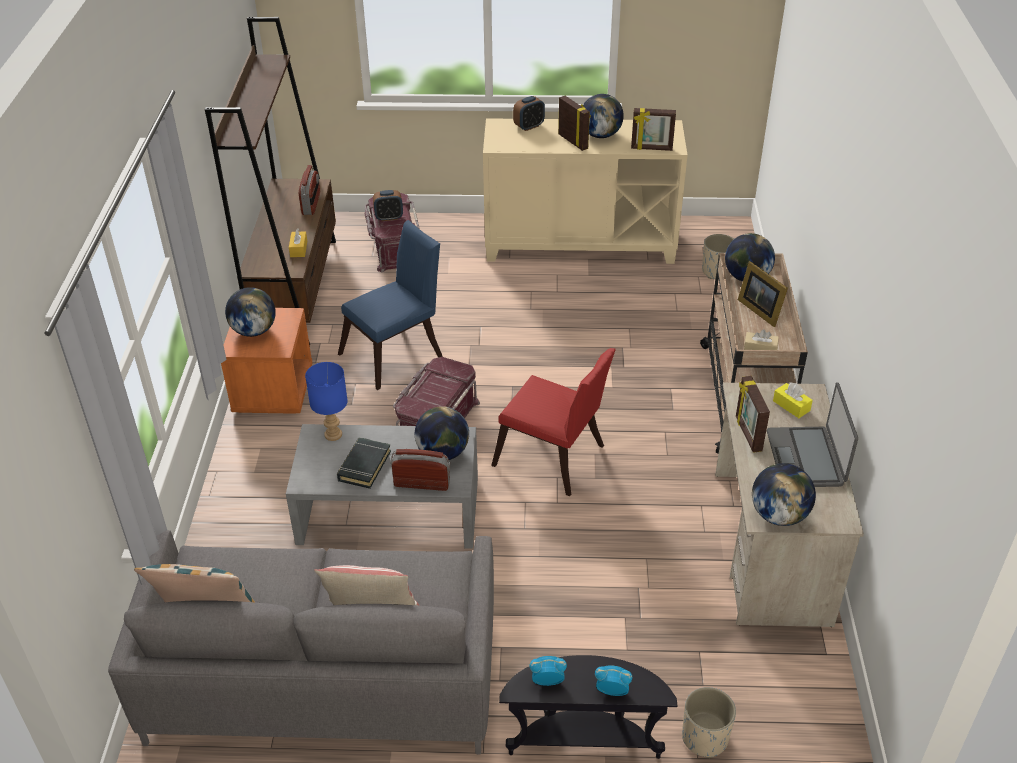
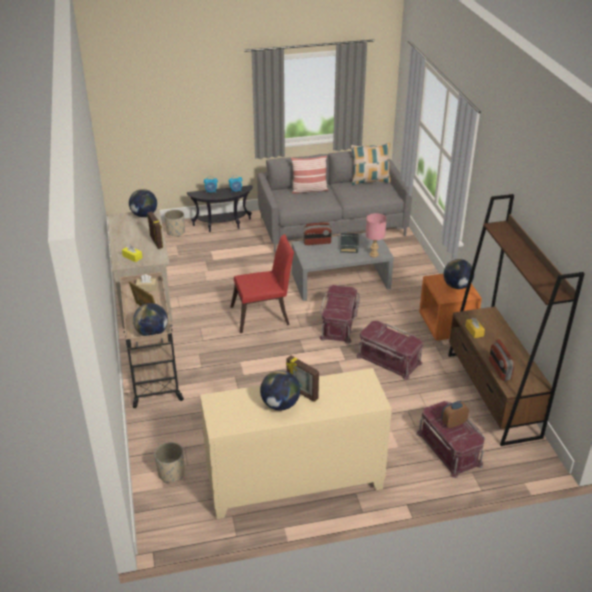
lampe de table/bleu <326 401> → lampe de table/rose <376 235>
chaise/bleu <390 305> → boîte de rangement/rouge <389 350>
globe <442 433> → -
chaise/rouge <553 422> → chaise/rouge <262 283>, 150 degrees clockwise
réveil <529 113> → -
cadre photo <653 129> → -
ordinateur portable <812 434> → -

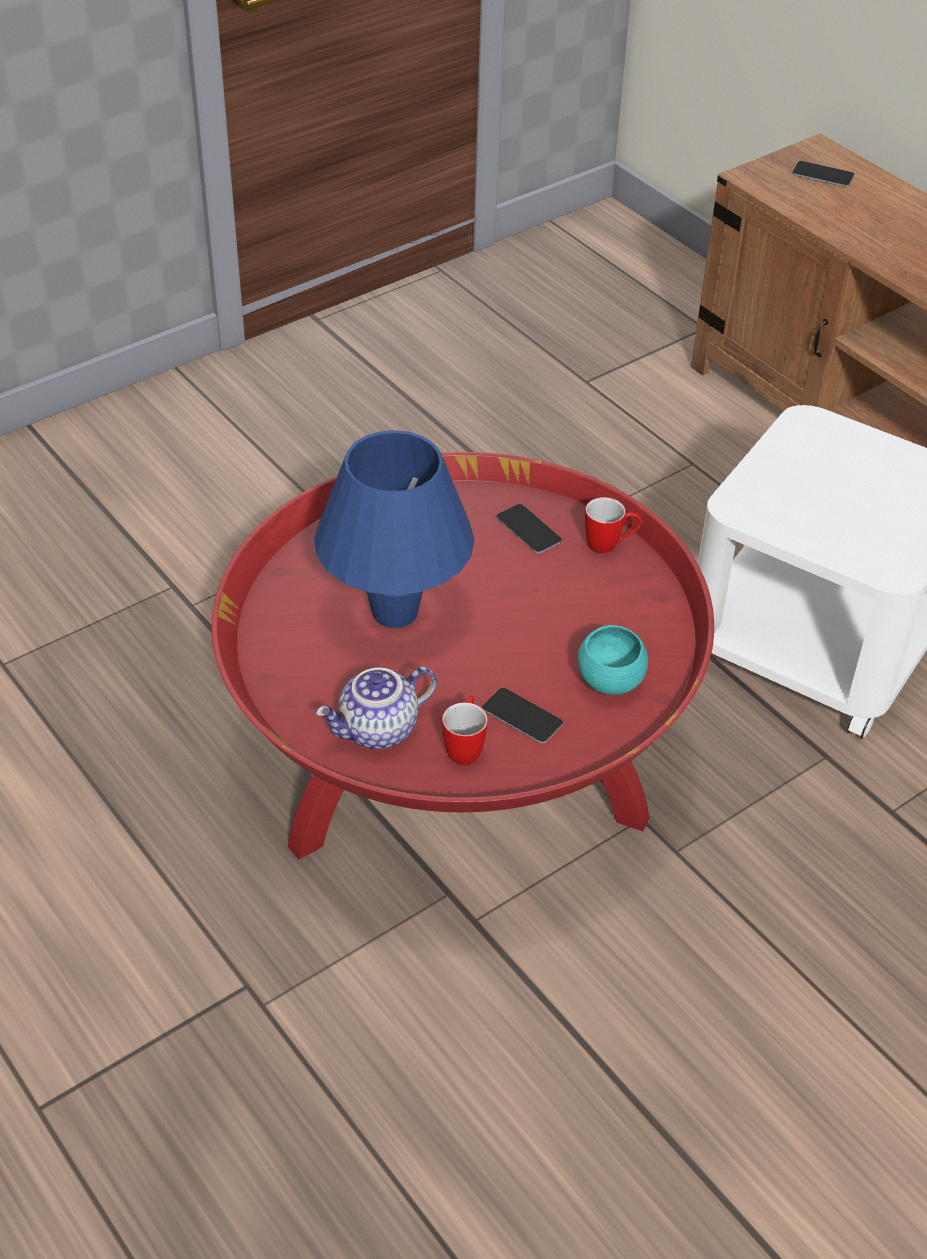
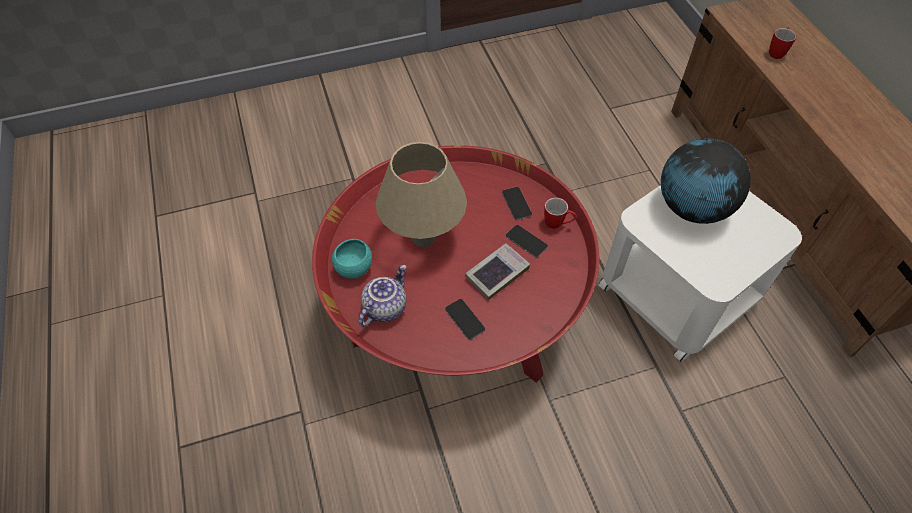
lampe de table/bleu <394 529> → lampe de table/beige <421 194>
théière <376 707> → théière <382 296>, 135 degrees clockwise
mug <465 730> → mug <782 43>, shifted
bol/turquoise <613 660> → bol/turquoise <352 259>, shifted
téléphone <823 174> → téléphone <527 241>, shifted
- → livre <497 271>
- → globe <706 181>

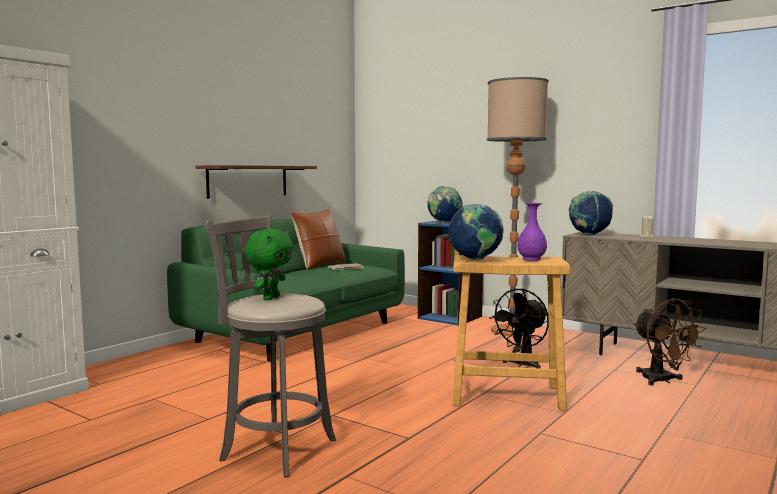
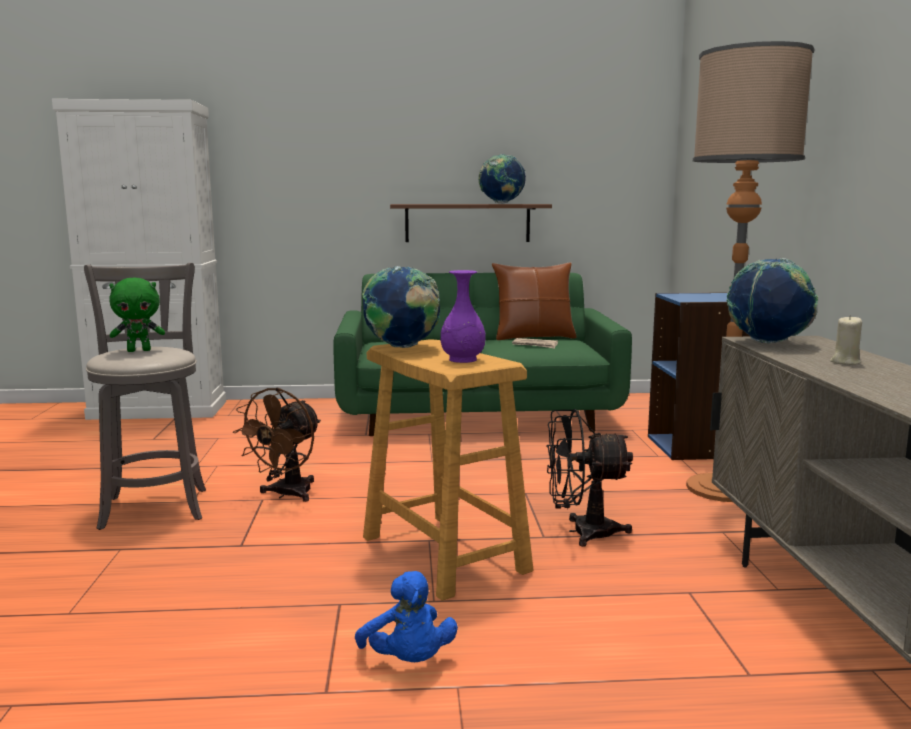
globe <445 204> → globe <502 179>, shifted
ventilateur/marron <670 342> → ventilateur/marron <277 445>, shifted
- → peluche/bleu <406 616>

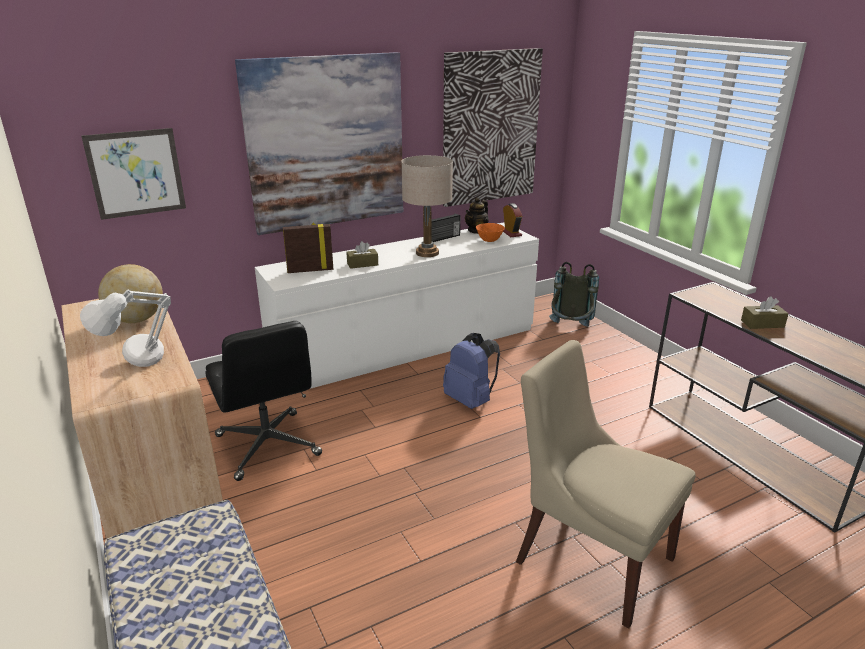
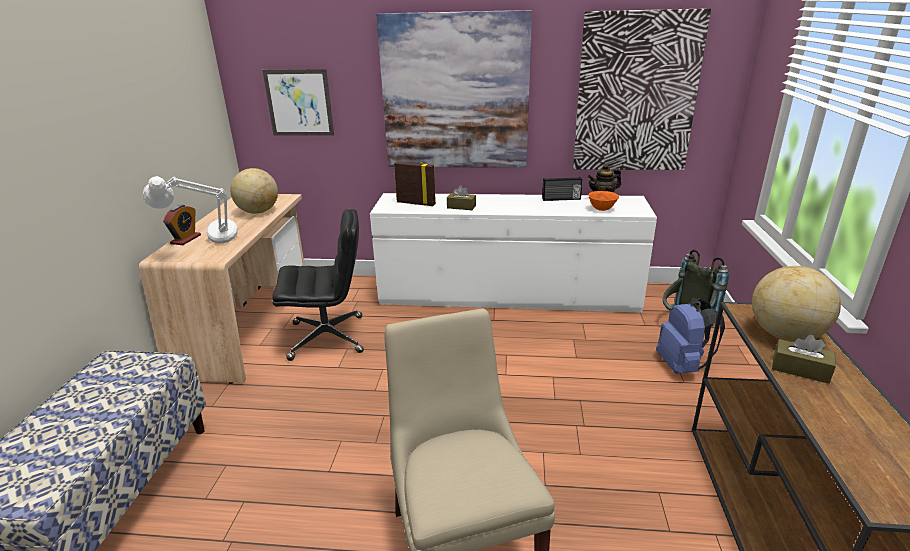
chaise de bureau/noir <264 401> → chaise de bureau/noir <318 285>, 105 degrees counterclockwise
lampe de table/beige <427 206> → -
sac à dos/bleu <471 371> → sac à dos/bleu <690 336>, shifted
réveil <512 220> → réveil <182 225>, shifted
- → globe <796 304>

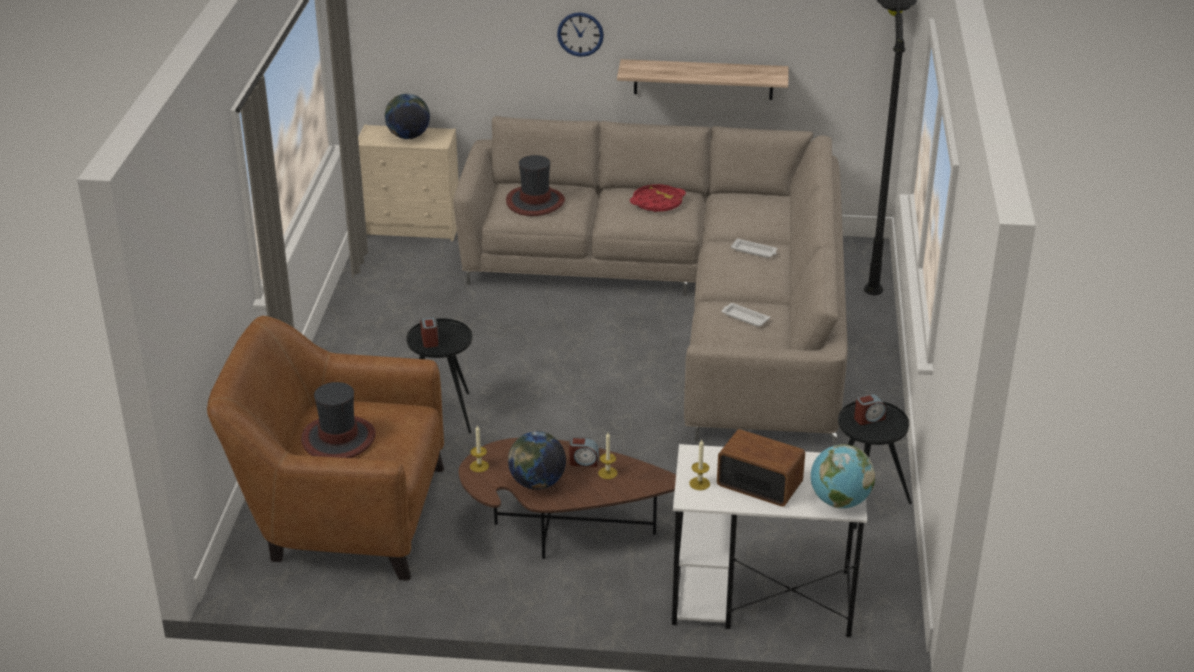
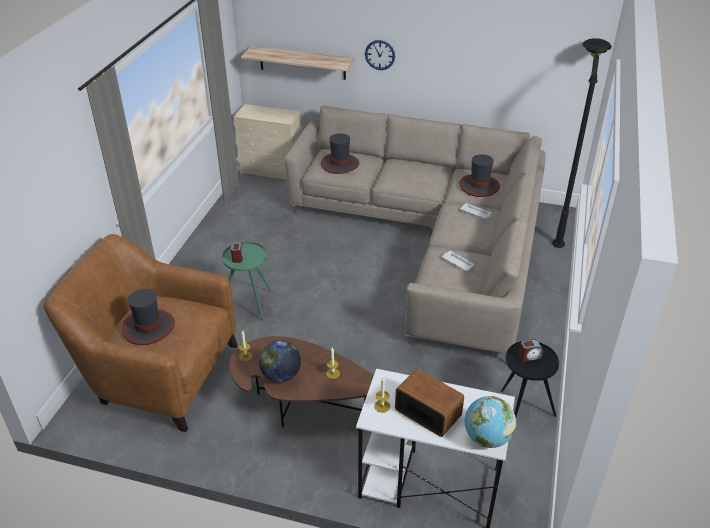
globe <407 116> → -
table d'appoint/noir <439 376> → table d'appoint/vert <246 281>
réveil <584 452> → -
étagère <703 79> → étagère <297 63>, shifted
plateau/rouge <658 198> → -
- → chapeau <480 175>

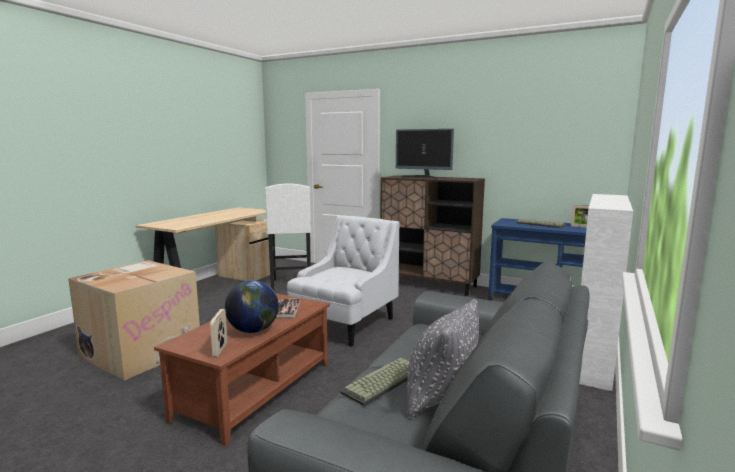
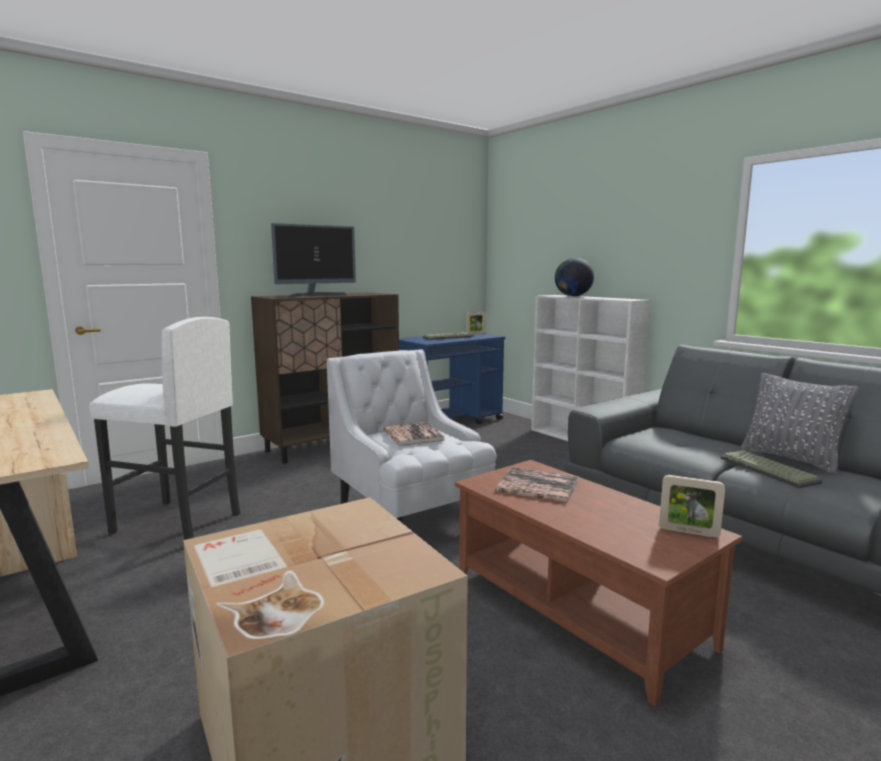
globe <252 306> → globe <574 277>, shifted
- → livre <414 434>

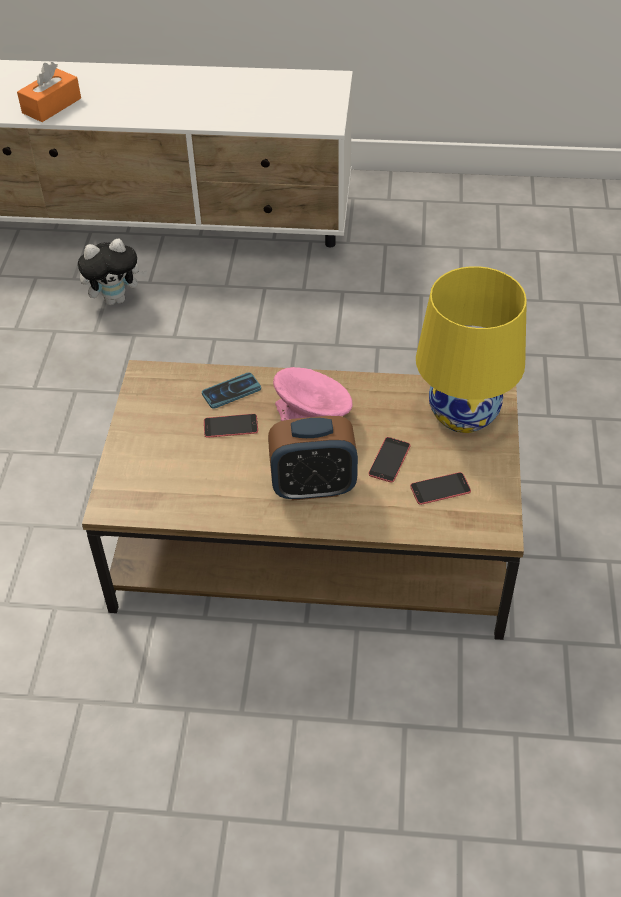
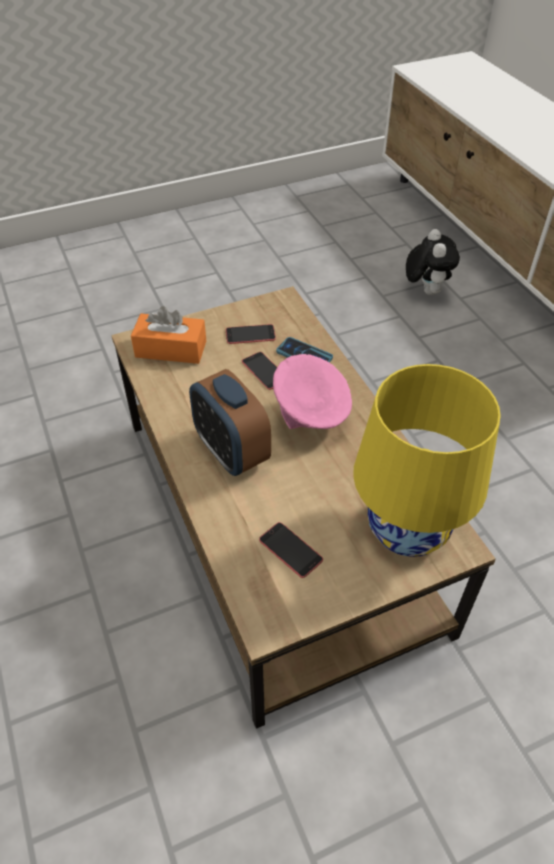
boîte à mouchoirs/orange <49 92> → boîte à mouchoirs/orange <168 335>, shifted
peluche <112 272> → peluche <433 262>, 135 degrees counterclockwise
téléphone <389 459> → téléphone <251 334>, shifted

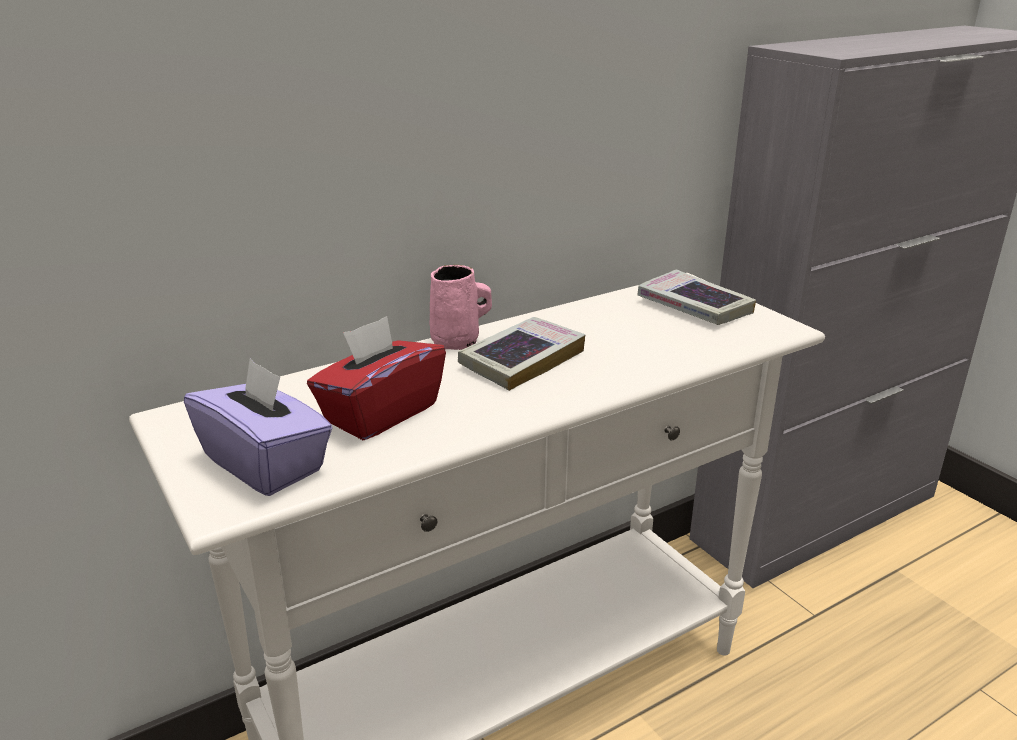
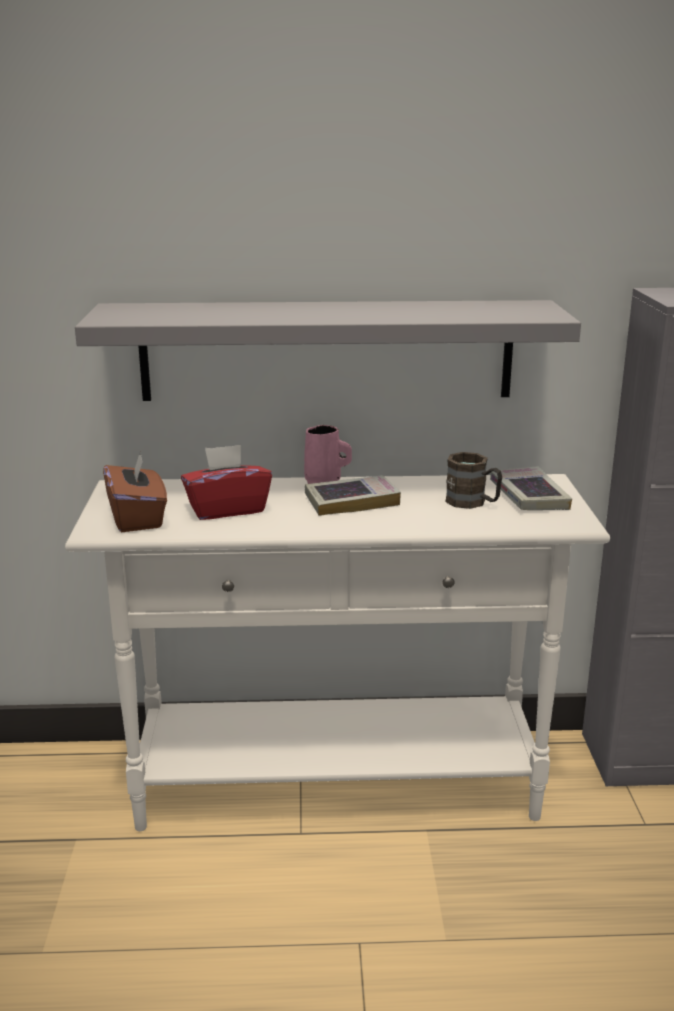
boîte à mouchoirs/violet <258 427> → boîte à mouchoirs/marron <135 491>
- → étagère/gris <328 350>
- → mug/marron <473 480>

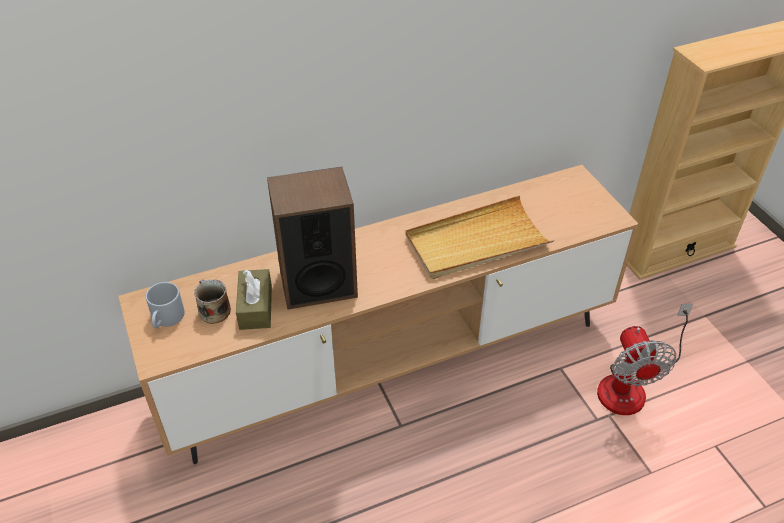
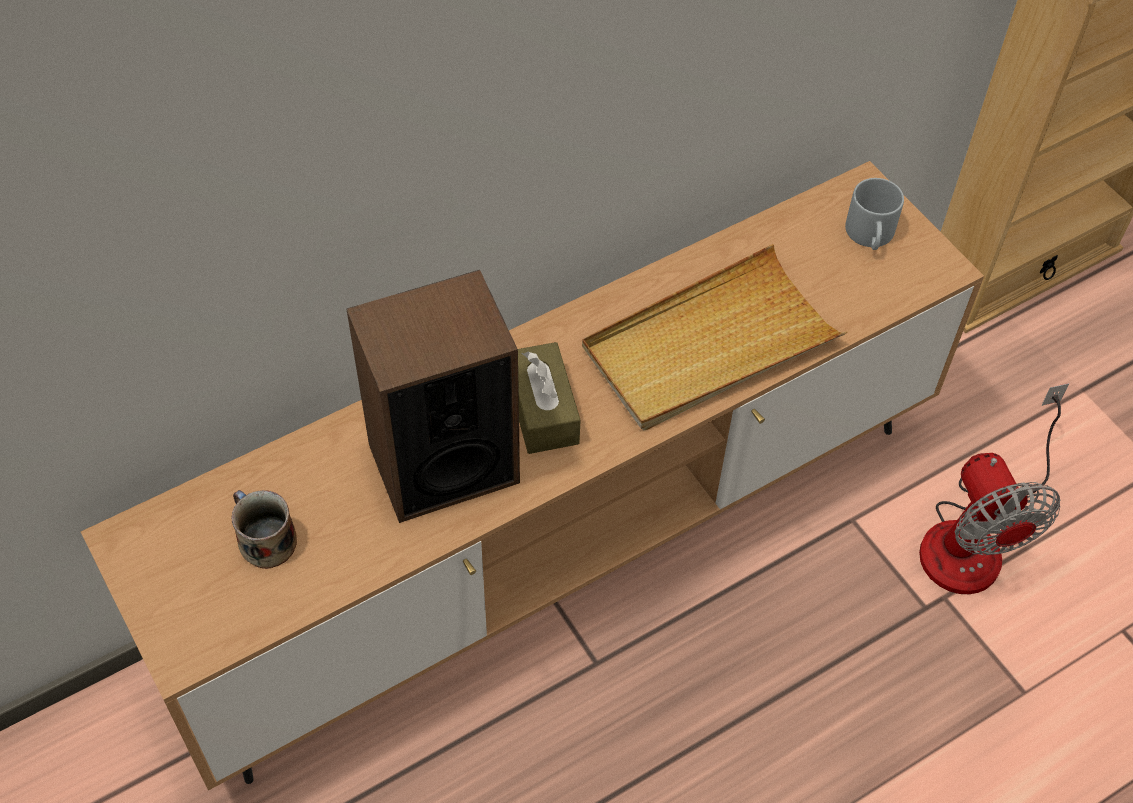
mug/gris <165 305> → mug/gris <874 214>, shifted
boîte à mouchoirs/marron <254 299> → boîte à mouchoirs/marron <549 398>, shifted

